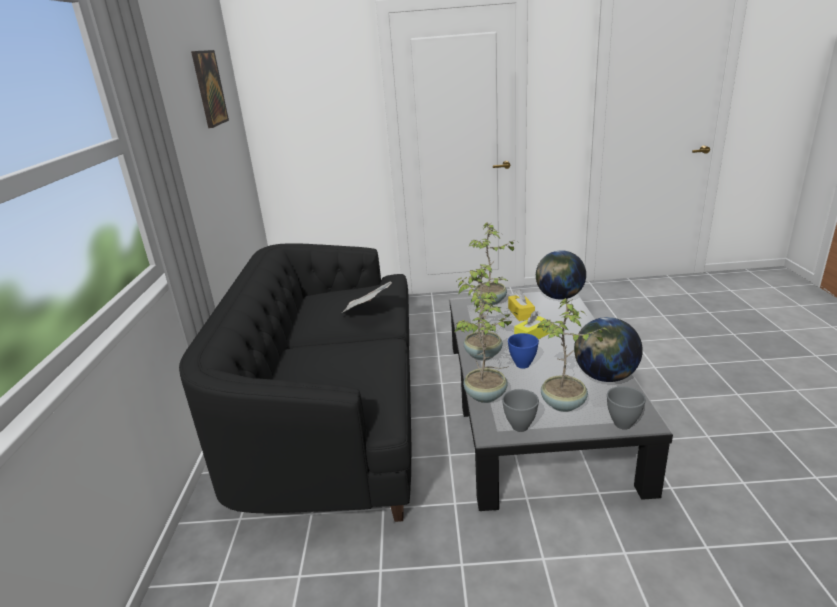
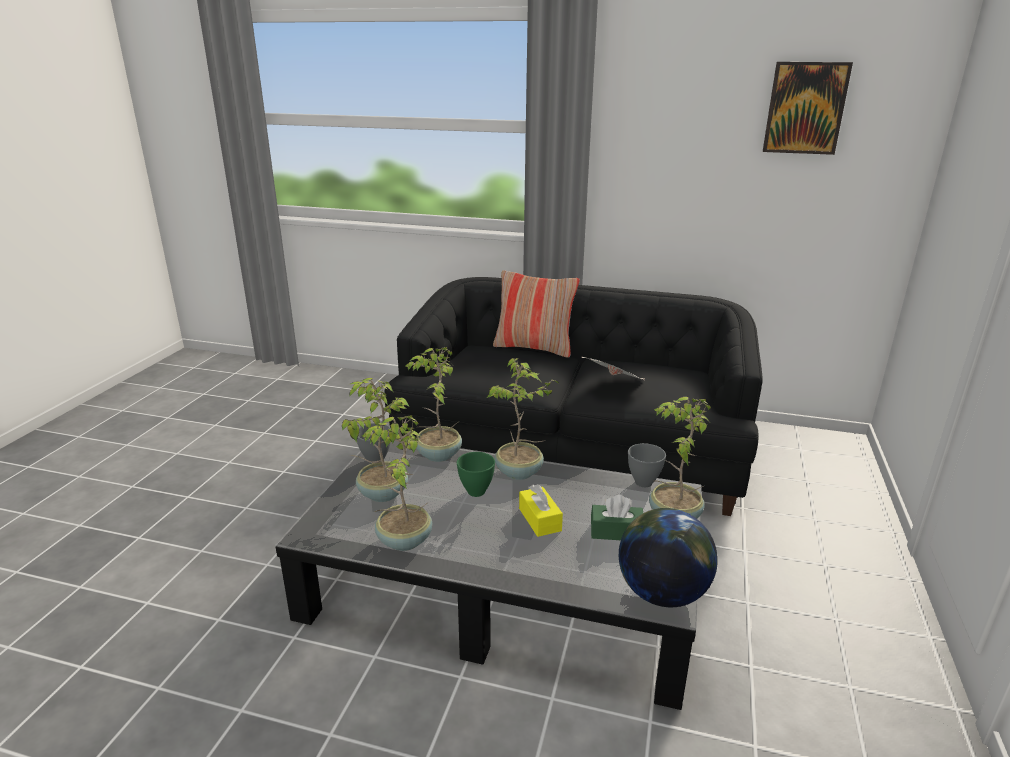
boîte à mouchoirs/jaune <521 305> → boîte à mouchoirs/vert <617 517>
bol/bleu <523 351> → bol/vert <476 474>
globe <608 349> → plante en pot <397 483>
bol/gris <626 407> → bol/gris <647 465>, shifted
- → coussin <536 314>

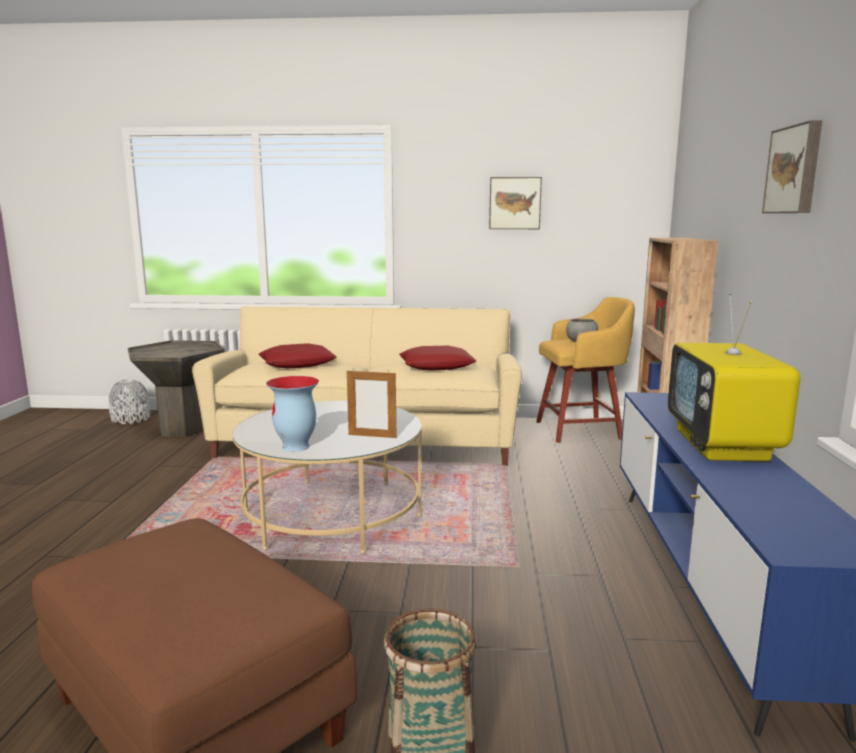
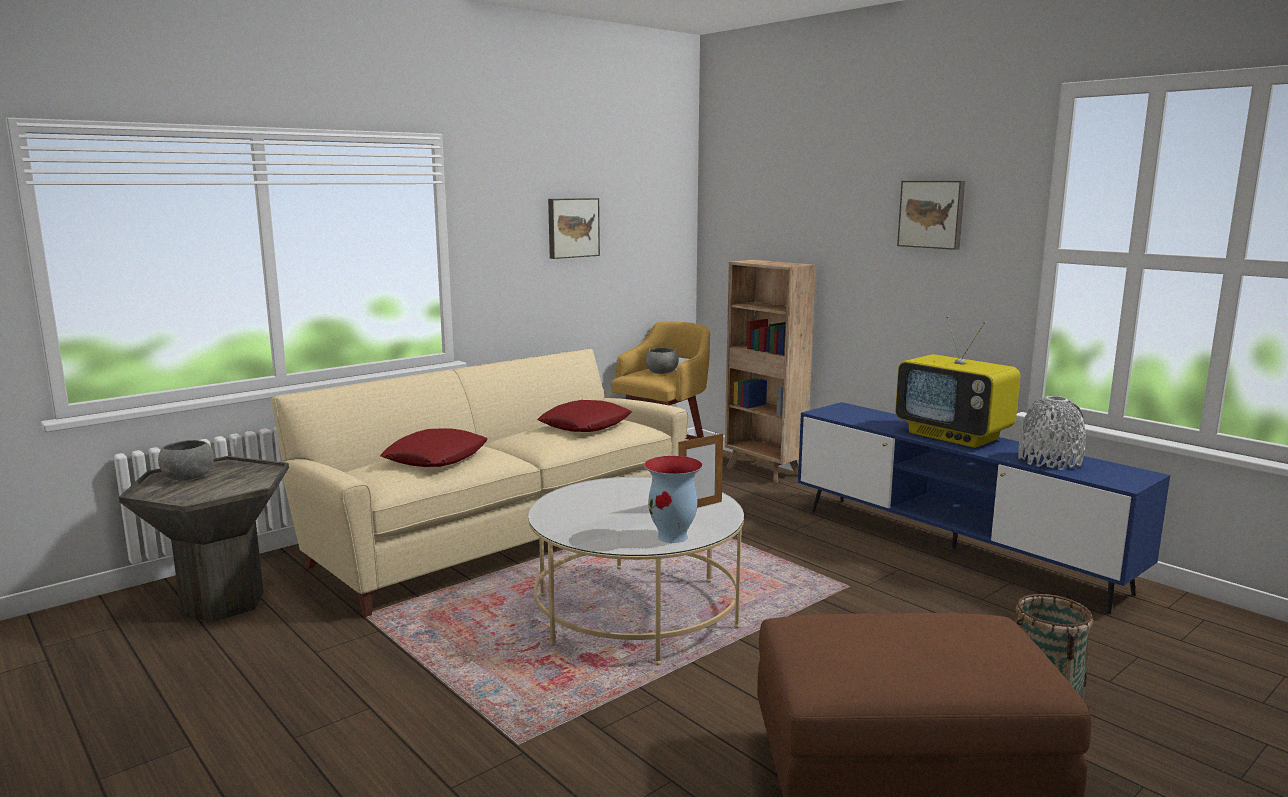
vase/gris <129 401> → vase/gris <1052 433>, shifted
- → bol/gris <186 460>

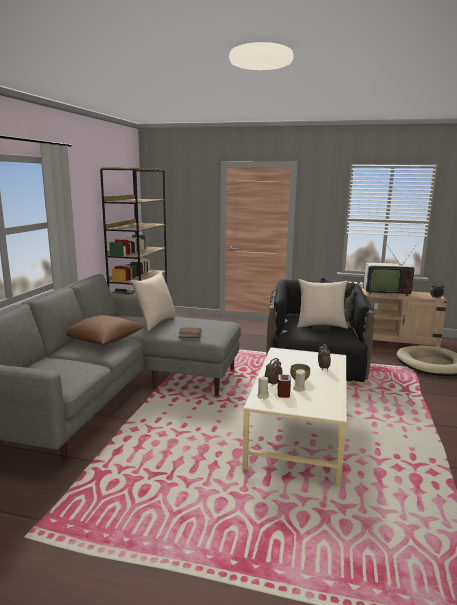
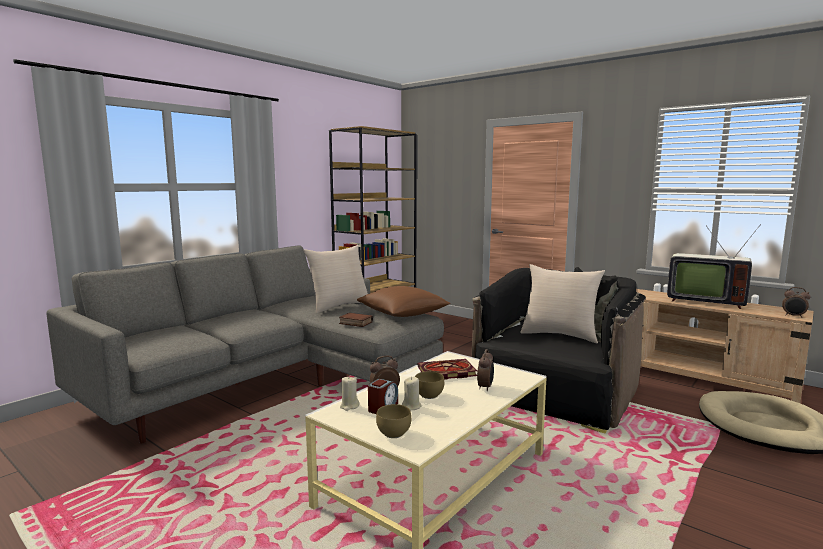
coussin/marron <105 330> → coussin/marron <404 301>, shifted
- → bol/marron <393 421>
- → livre <447 369>

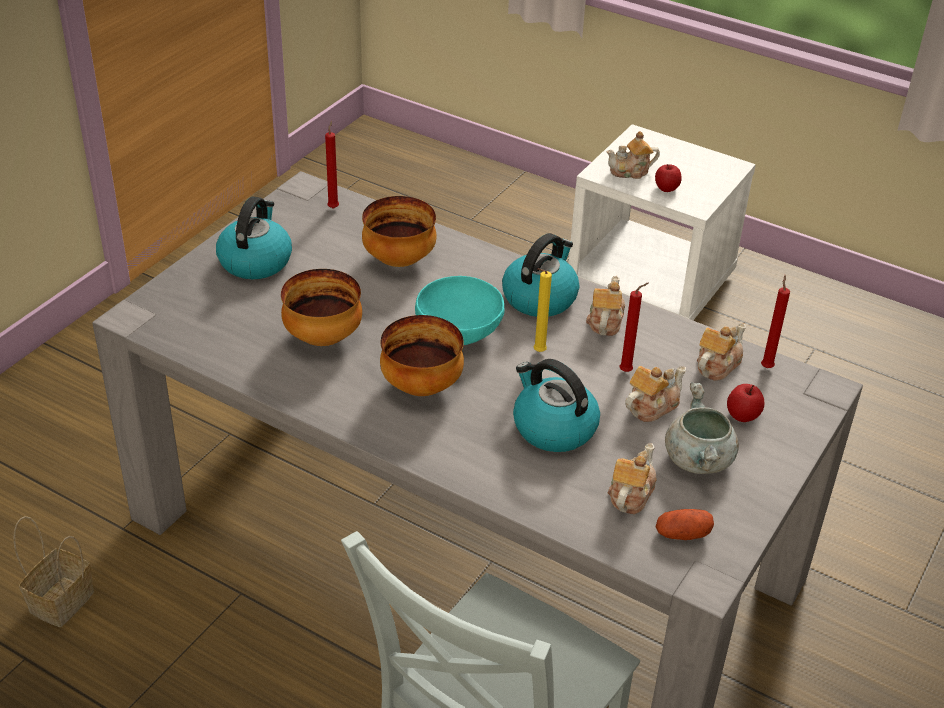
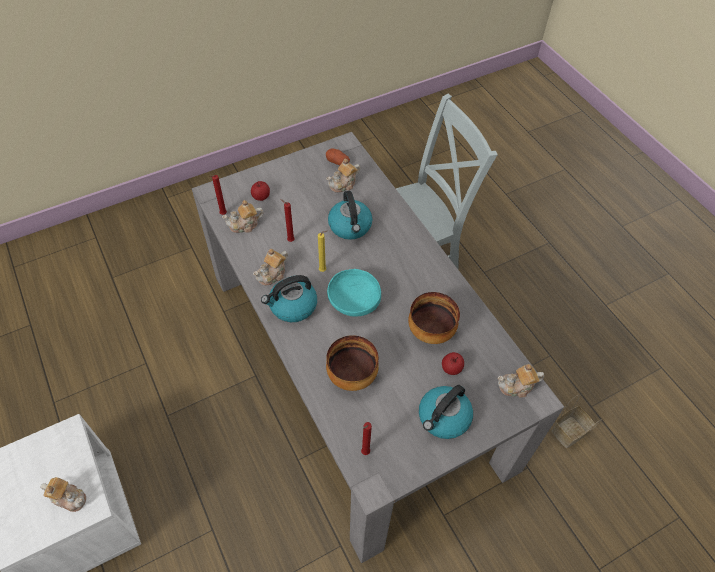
bol <422 355> → -
théière <655 394> → théière <521 381>, shifted
pomme <668 178> → pomme <453 363>, shifted
marmite/gris <702 428> → -

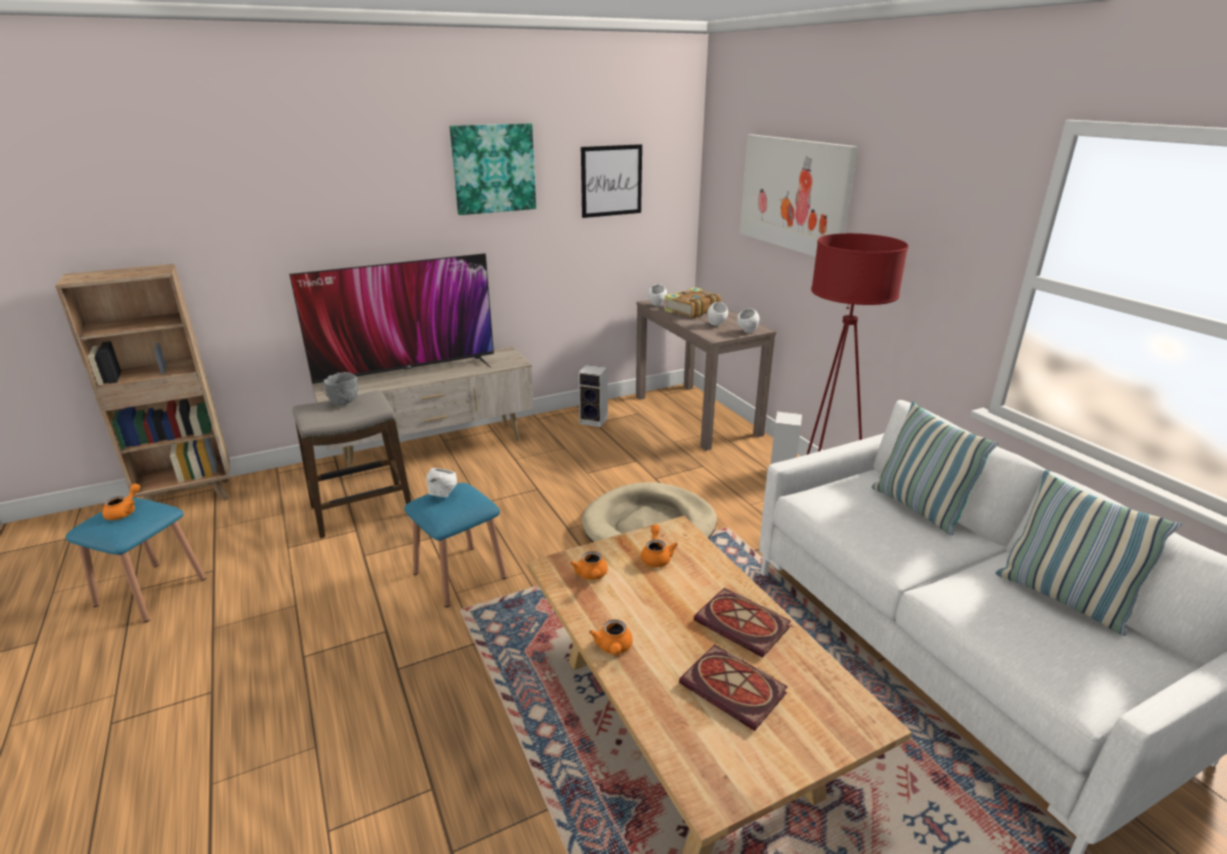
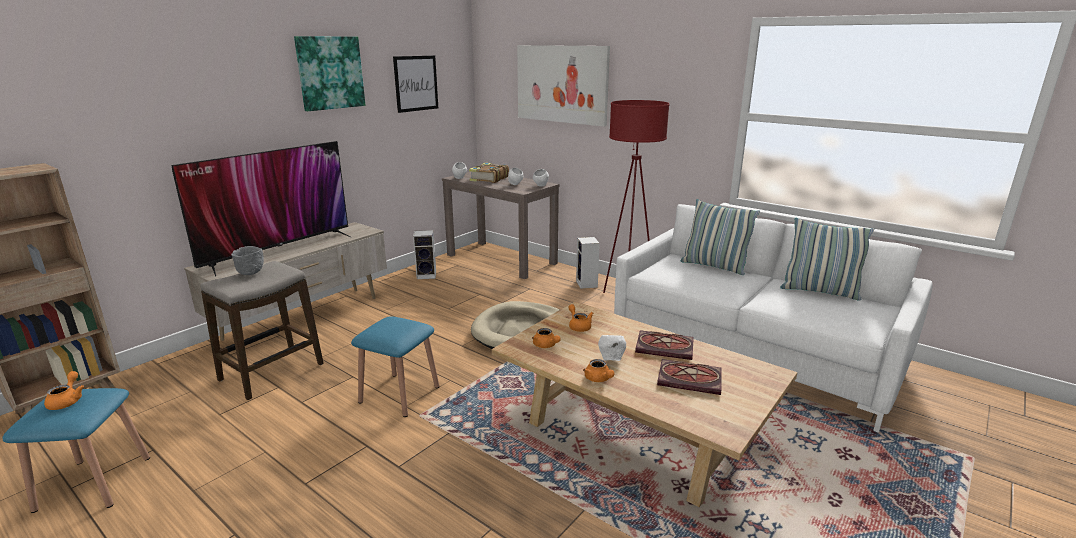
bol/blanc <441 483> → bol/blanc <612 348>, shifted

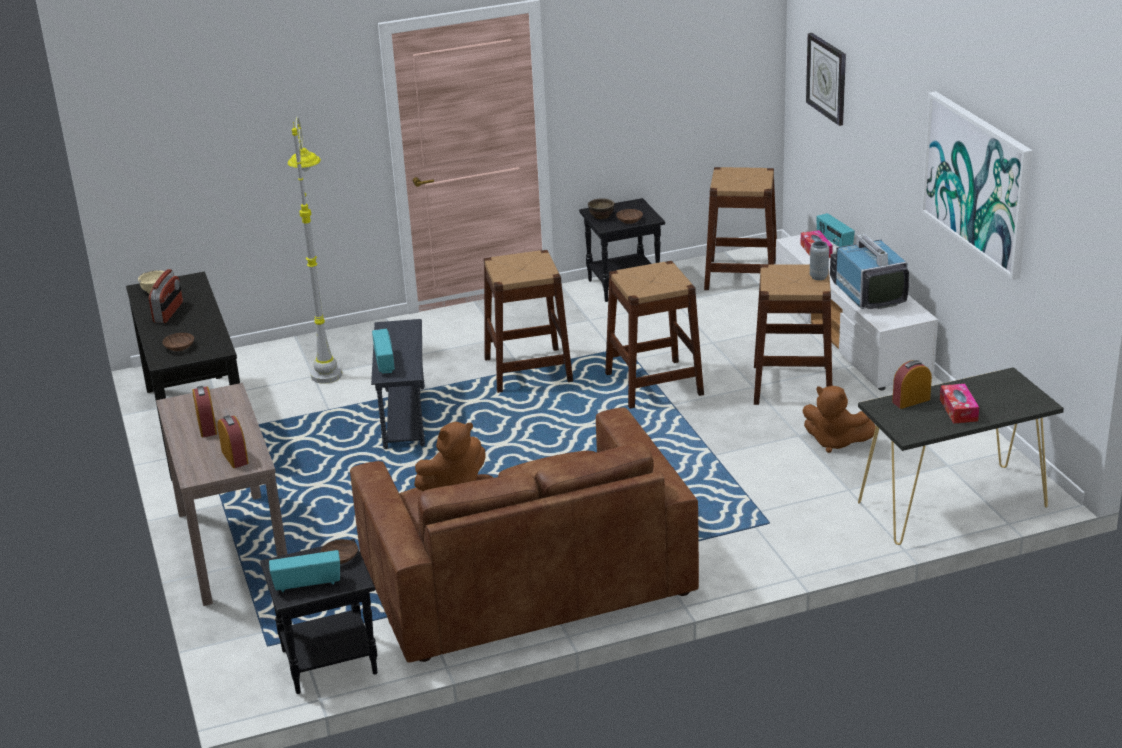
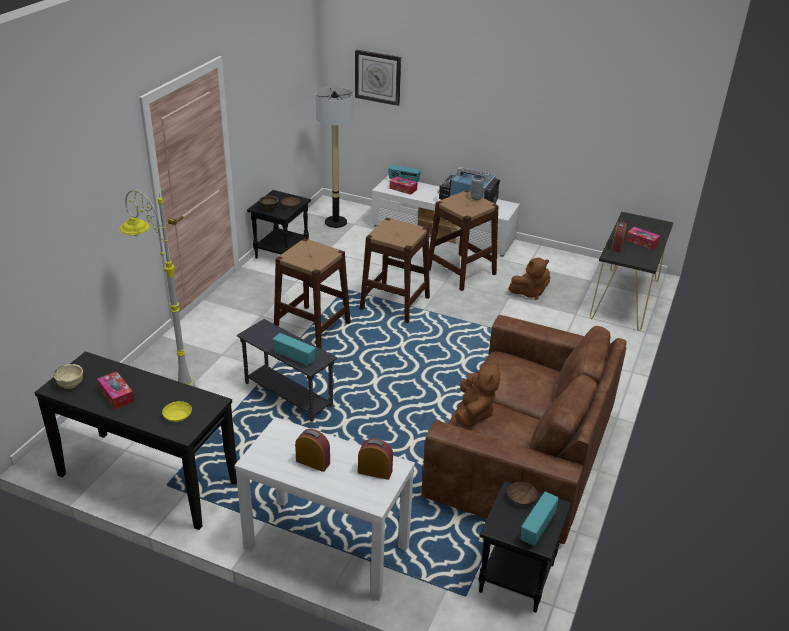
radio <166 296> → boîte à mouchoirs <116 390>
table console/marron <221 494> → table console/blanc <324 509>
bol/marron <178 342> → bol/jaune <177 411>
tabouret/marron <740 228> → lampadaire <335 157>
tableau <977 185> → -

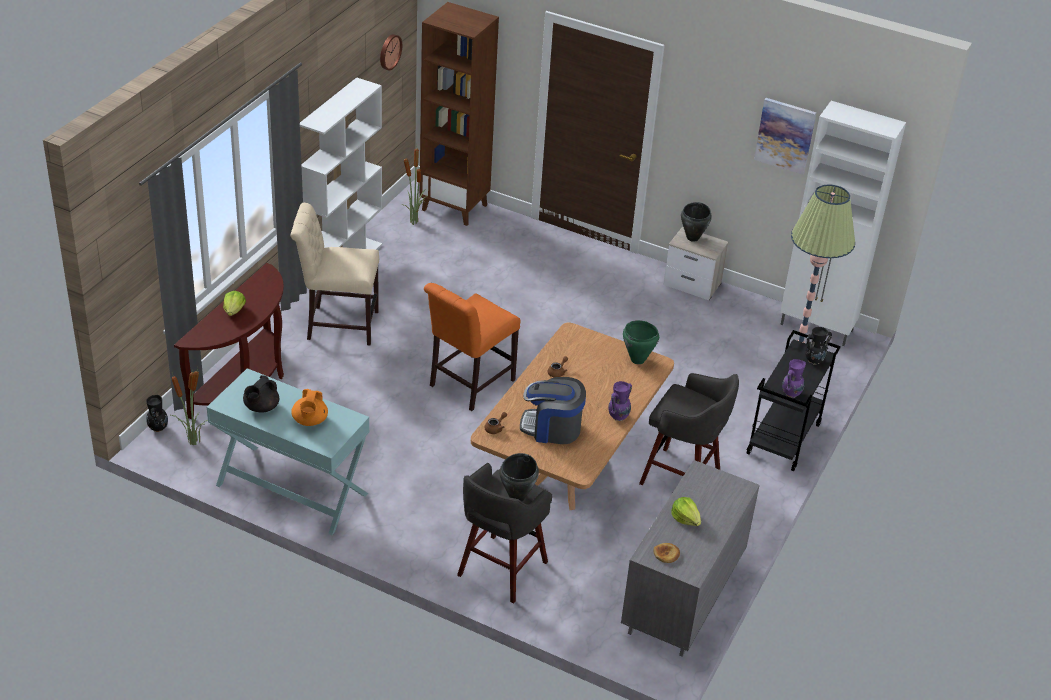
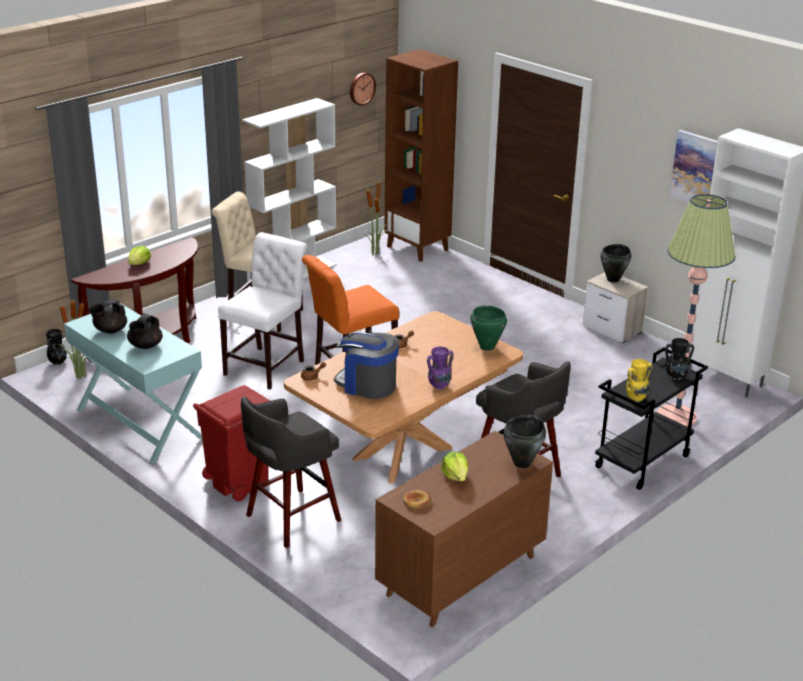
théière/orange <309 407> → théière/noir <145 331>
marmite/noir <519 477> → marmite/noir <524 441>, shifted
commode/gris <690 558> → commode/marron <464 529>
vase/violet <794 378> → vase/jaune <639 380>
- → poubelle/rouge <231 443>
- → chaise/blanc <262 311>

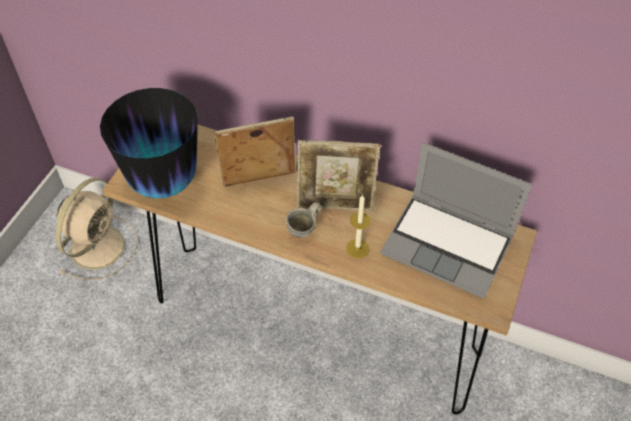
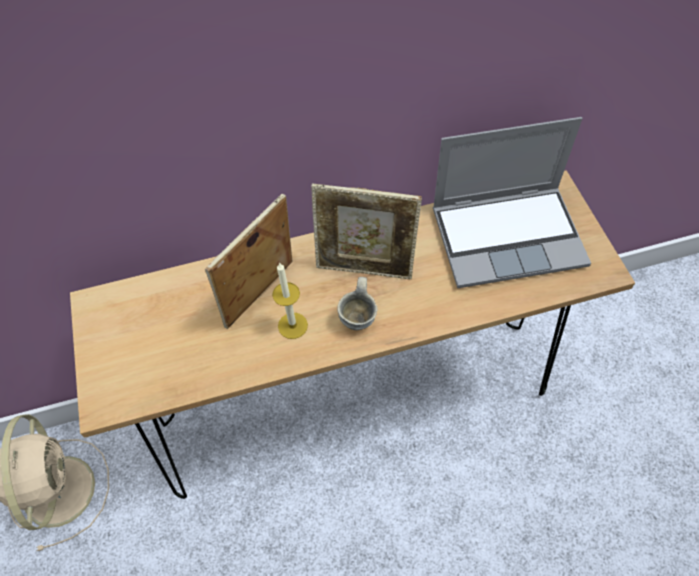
vase <149 143> → -
cadre photo <339 175> → cadre photo <366 231>, 45 degrees clockwise
bougie <358 226> → bougie <290 300>, shifted

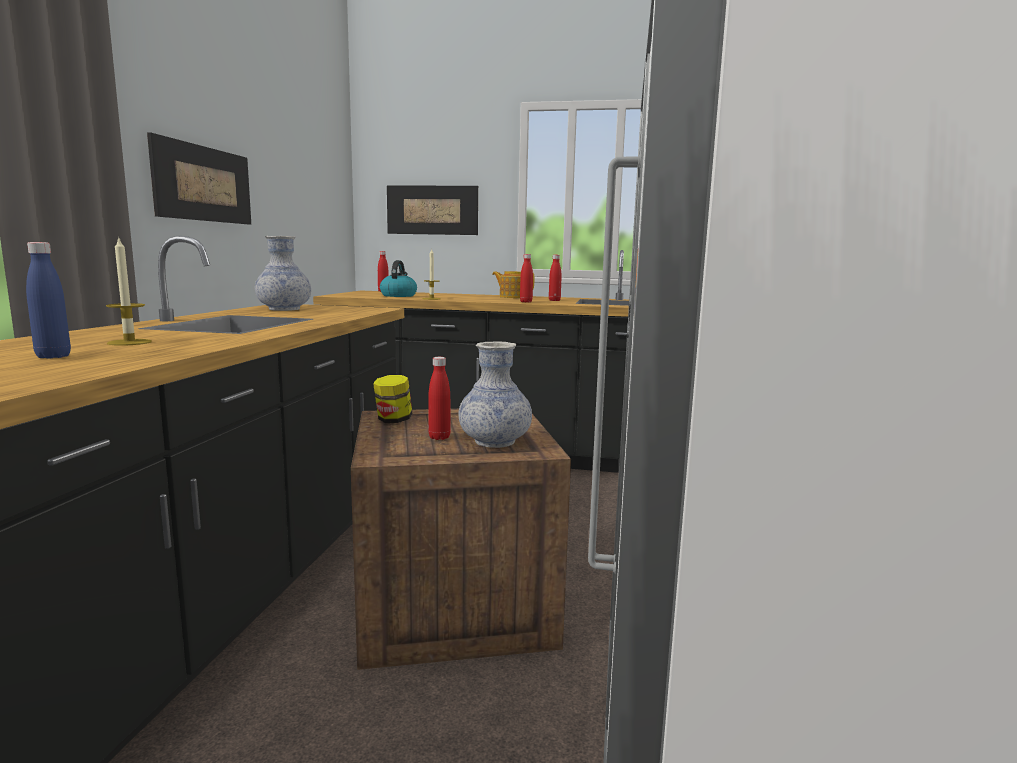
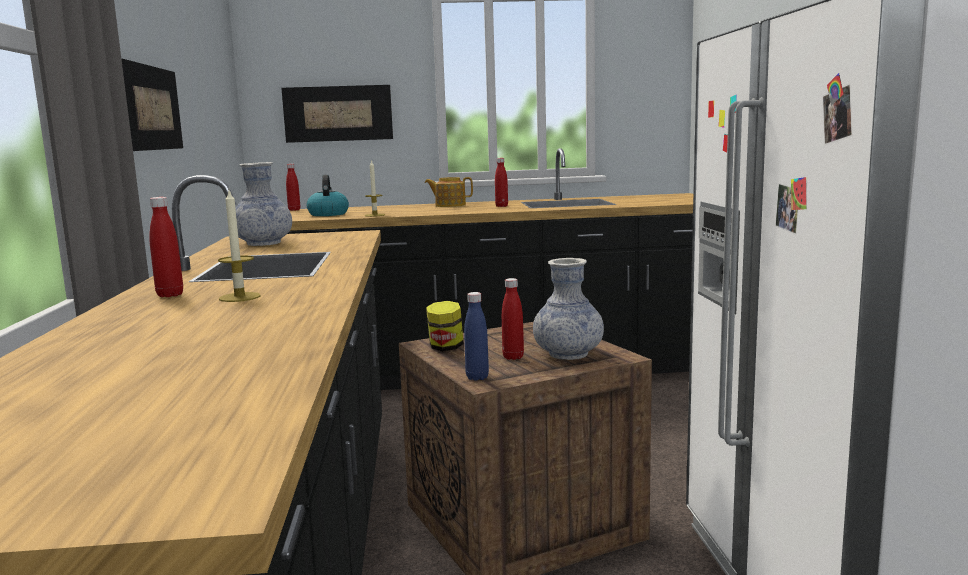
bouteille/bleu <48 300> → bouteille/bleu <476 336>, shifted
bouteille/rouge <526 278> → bouteille/rouge <166 247>, shifted

